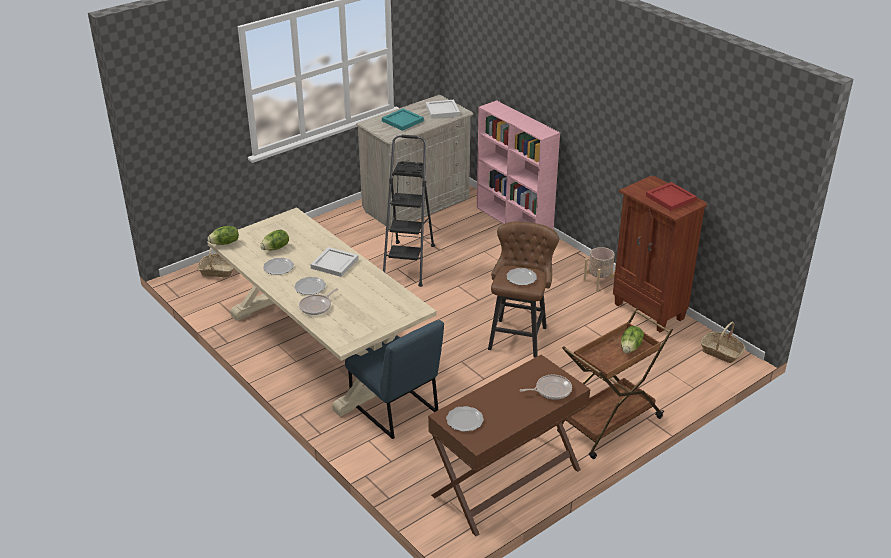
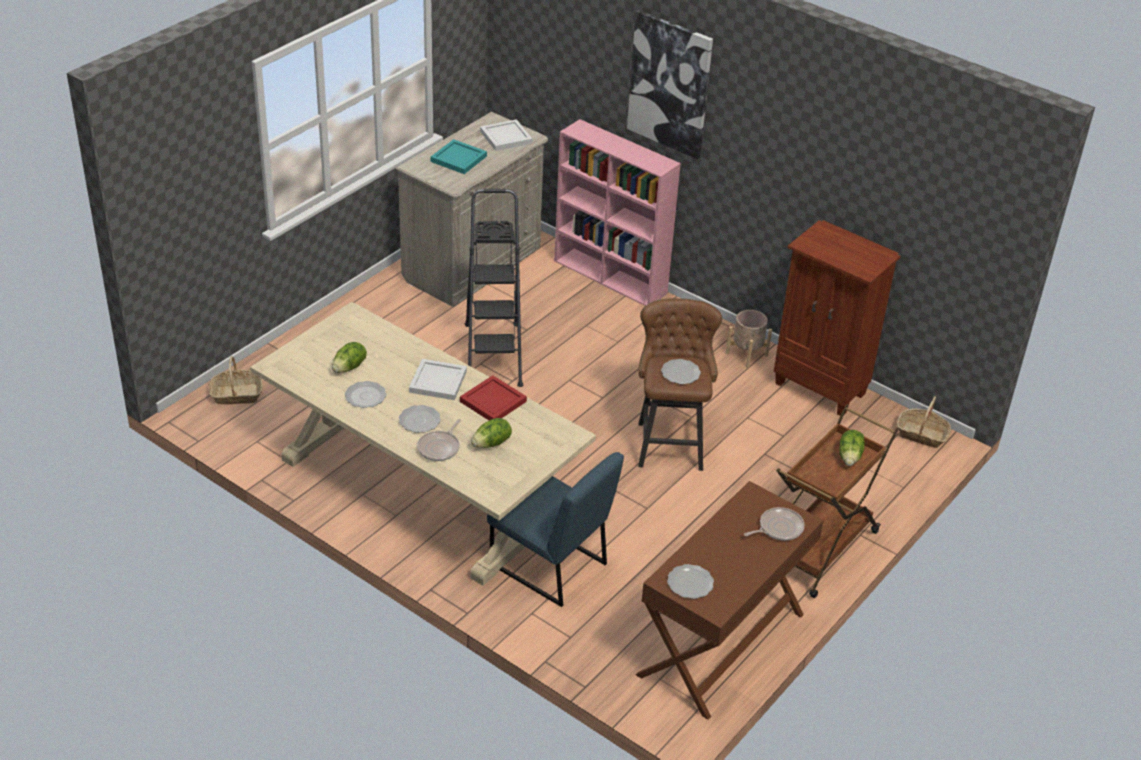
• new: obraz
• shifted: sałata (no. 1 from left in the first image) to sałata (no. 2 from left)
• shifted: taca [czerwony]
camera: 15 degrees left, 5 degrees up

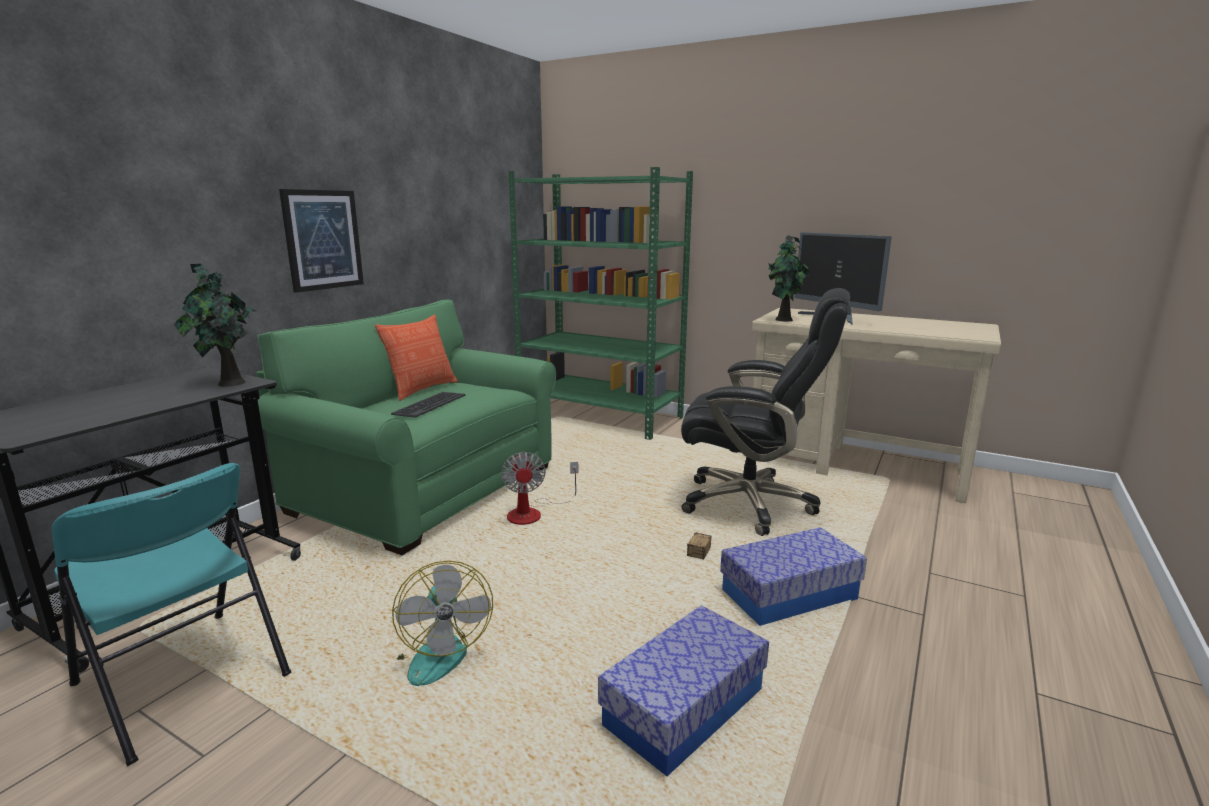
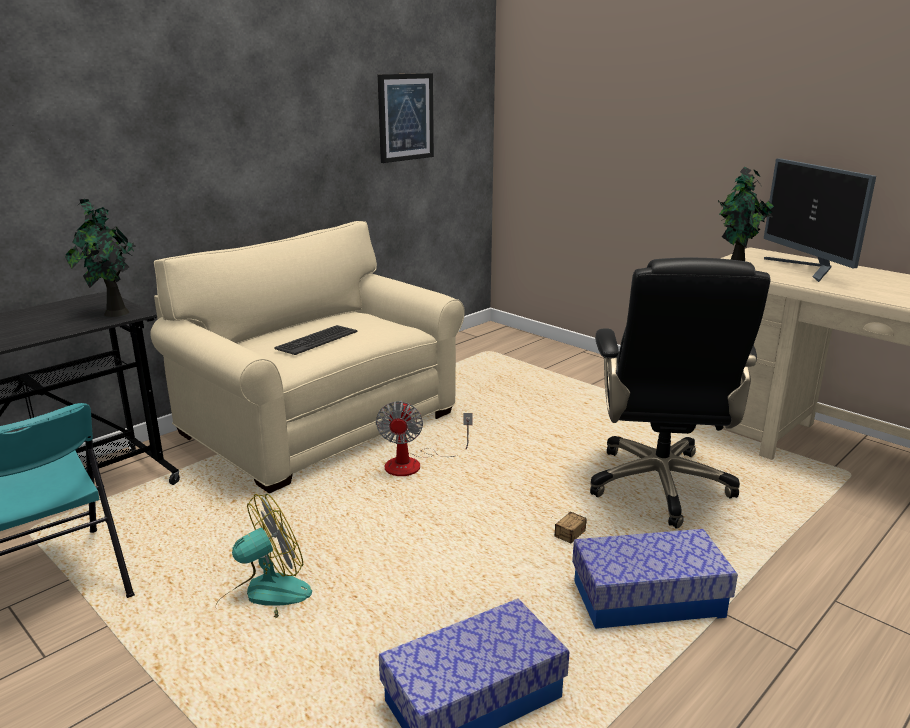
• gone: poduszka [pomarańczowy]
• gone: regał [zielony]
• shifted: obraz
• repainted: kanapa [zielony] to kanapa [beżowy]
• rotated: wentylator (no. 1 from left) 120 degrees counterclockwise
• rotated: krzesło biurowe [czarny] 60 degrees clockwise
camera: 15 degrees right, 5 degrees up

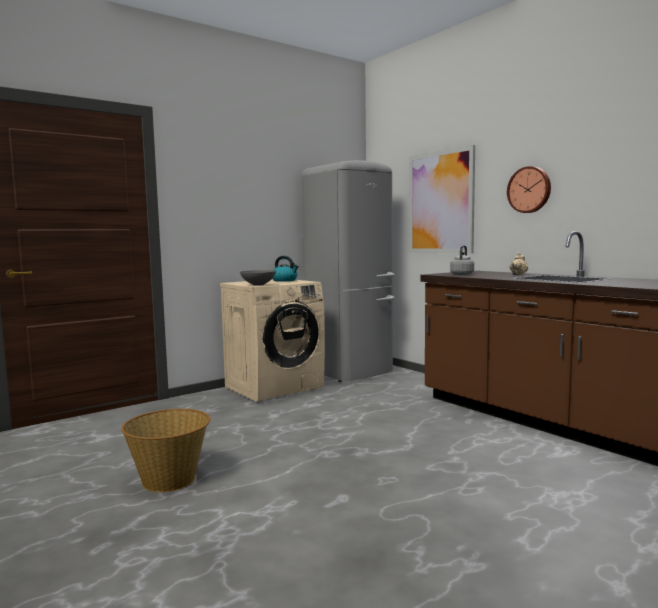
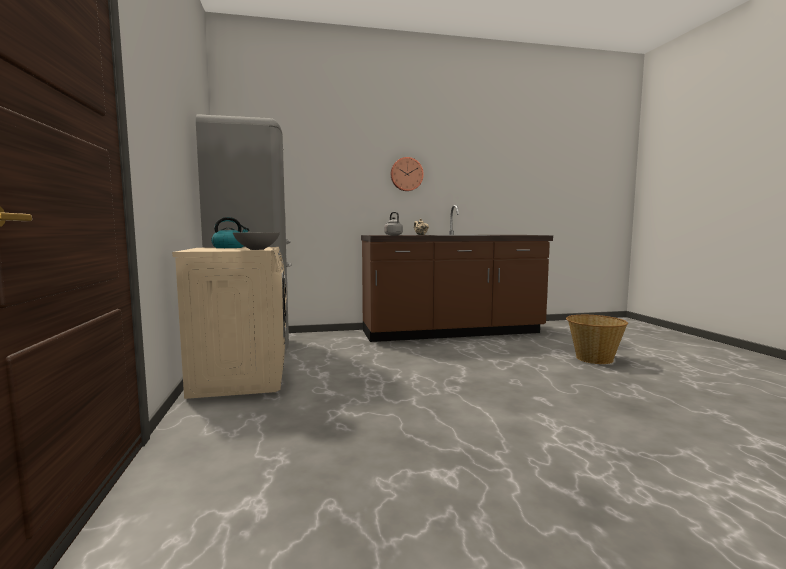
• gone: obraz
• shifted: koszyk
camera: 65 degrees left, 0 degrees up

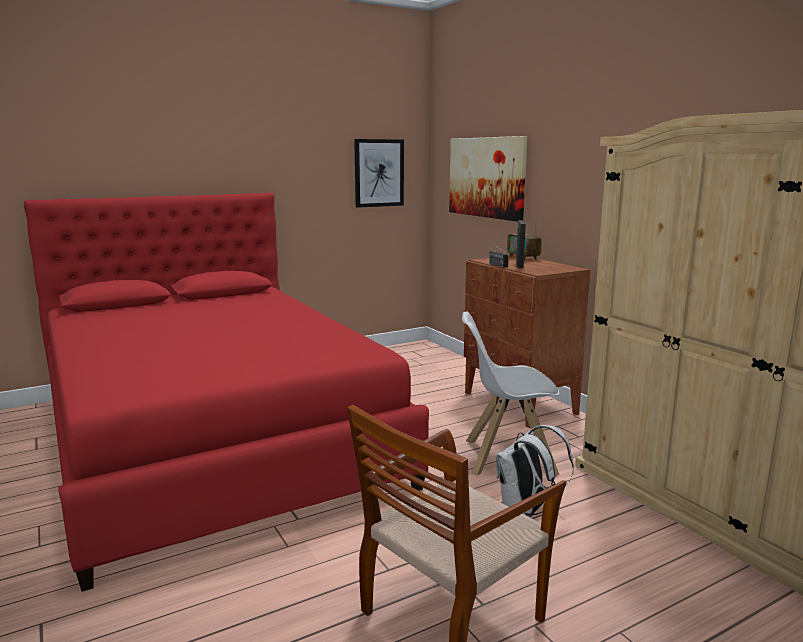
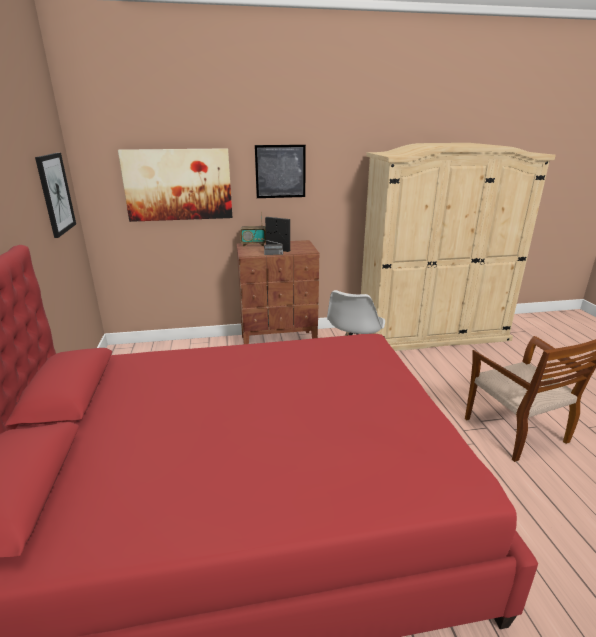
• gone: plecak [biały]
• new: obraz (no. 3 from left)
camera: 70 degrees left, 10 degrees up

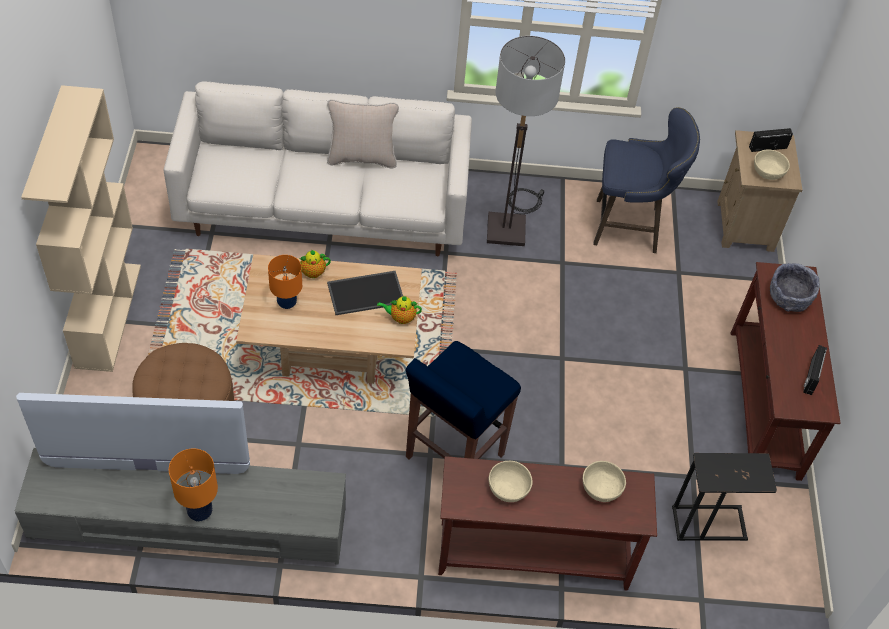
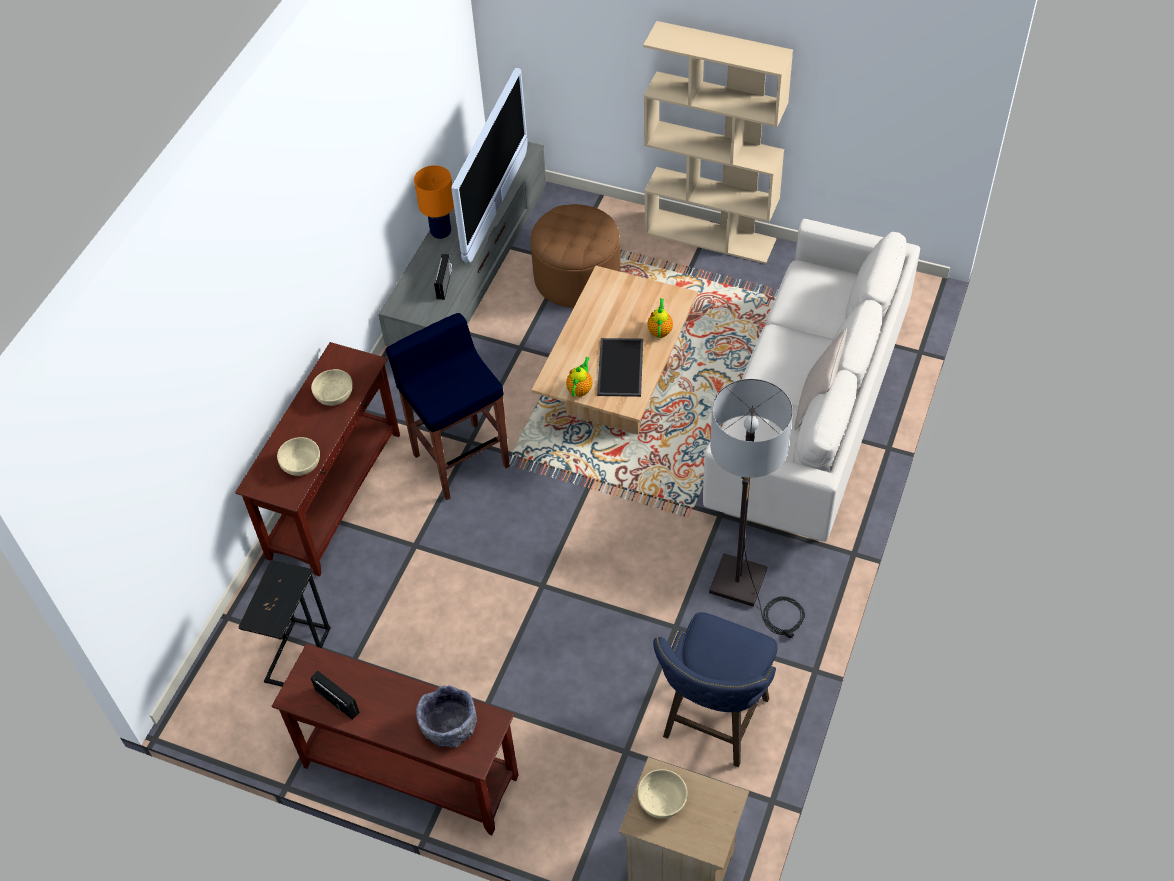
• gone: lampa stołowa [pomarańczowy] (no. 2 from left)
• shifted: radio (no. 1 from left in the first image) to radio (no. 2 from left)
camera: 115 degrees right, 0 degrees up

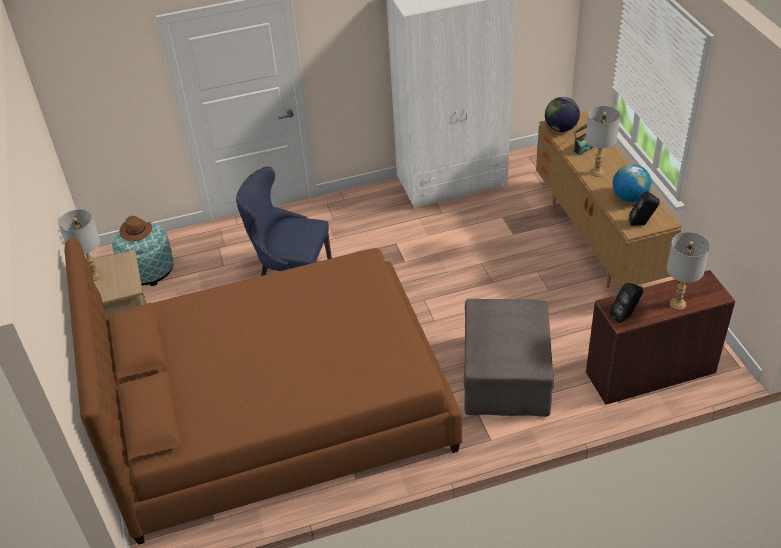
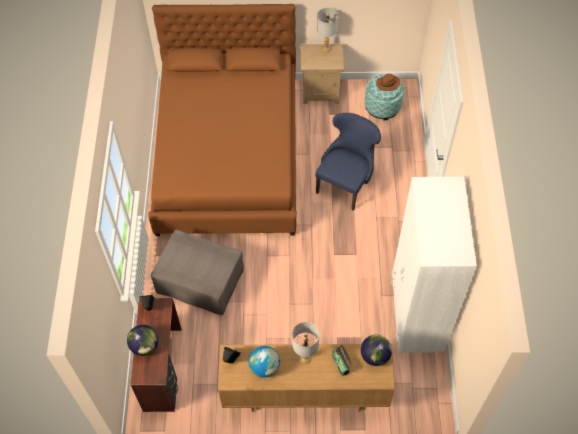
• swapped: lampa stołowa [szary] (no. 3 from left) to globus (no. 1 from left)
camera: 105 degrees right, 15 degrees up

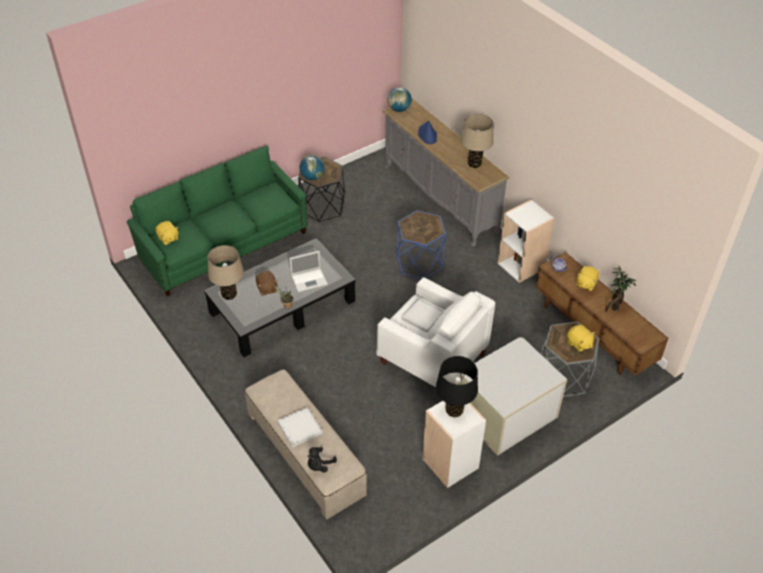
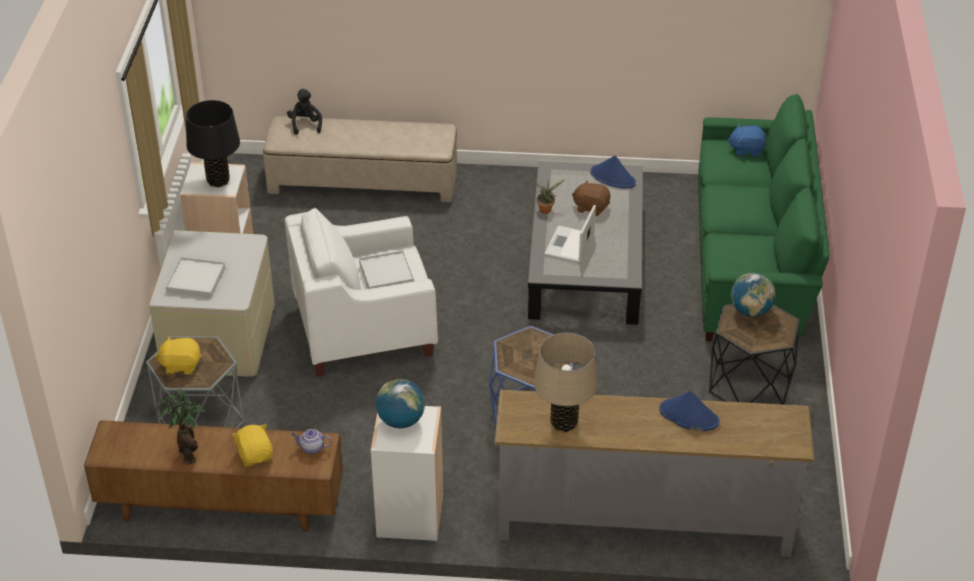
• shifted: taca [biały] (no. 1 from left)
• shifted: globus (no. 2 from left in the first image) to globus (no. 1 from left)
• swapped: lampa stołowa [beżowy] (no. 1 from left) to kapelusz [niebieski] (no. 1 from left)
• repainted: pluszak [żółty] (no. 1 from left) to pluszak [niebieski]
camera: 130 degrees right, 5 degrees down

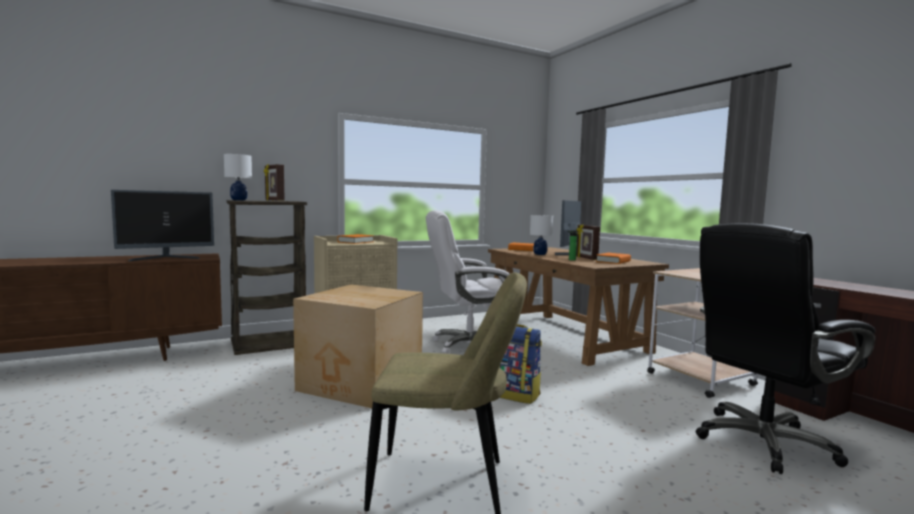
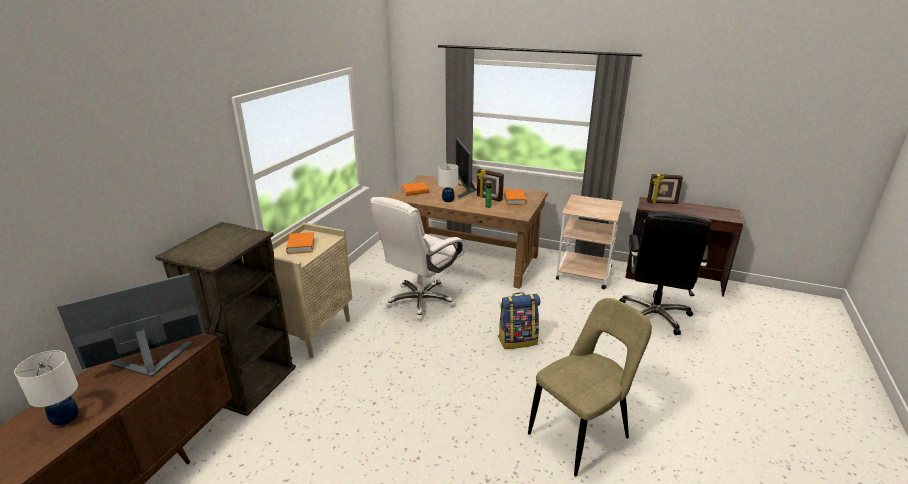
• gone: karton
• shifted: lampa stołowa [biały] (no. 1 from left)
• shifted: ramka na zdjęcie (no. 1 from left in the first image) to ramka na zdjęcie (no. 2 from left)
• rotated: monitor (no. 1 from left) 135 degrees counterclockwise
camera: 40 degrees left, 20 degrees up

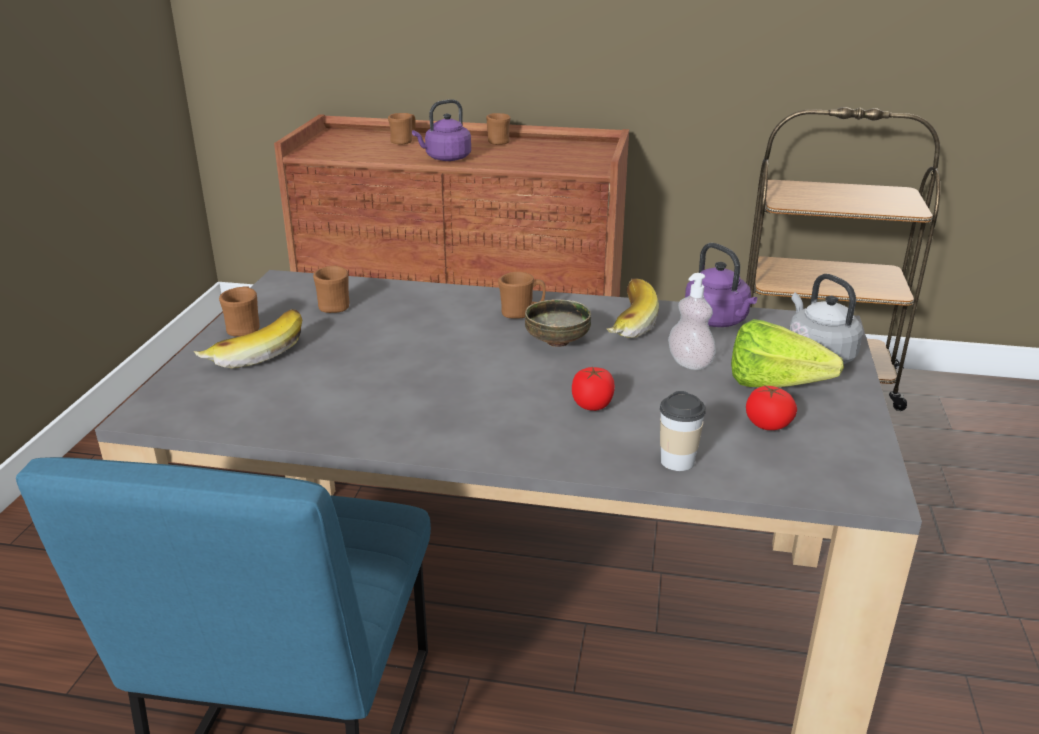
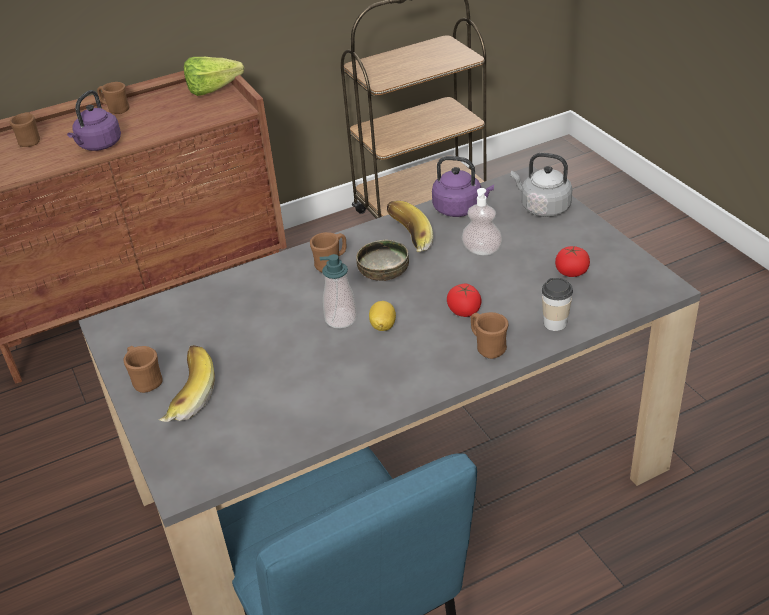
• new: dozownik mydła (no. 1 from left)
• new: cytryna
• shifted: kubek [brązowy] (no. 2 from left in the first image) to kubek [brązowy] (no. 5 from left)
• shifted: sałata
camera: 35 degrees left, 10 degrees up

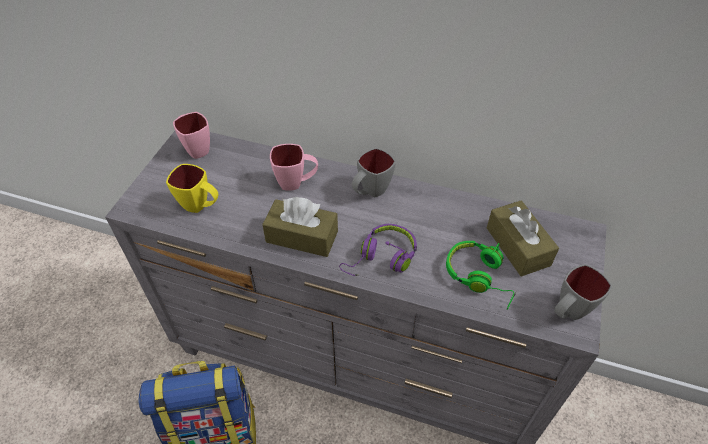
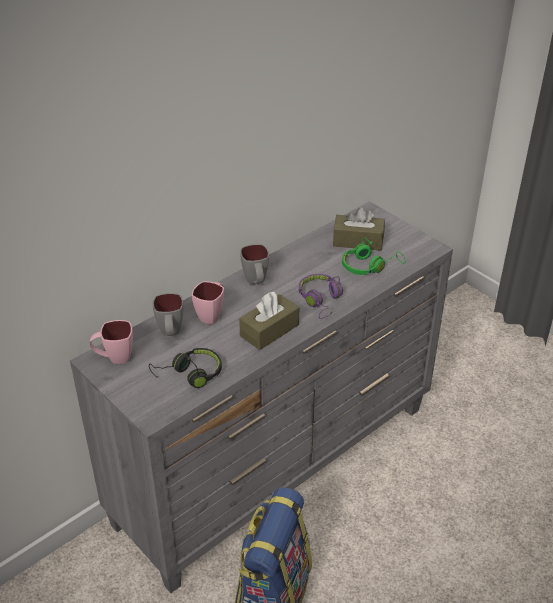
• shifted: kubek [szary] (no. 2 from left in the first image) to kubek [szary] (no. 1 from left)
• swapped: kubek [żółty] to słuchawki [czarny]
camera: 60 degrees left, 10 degrees down

